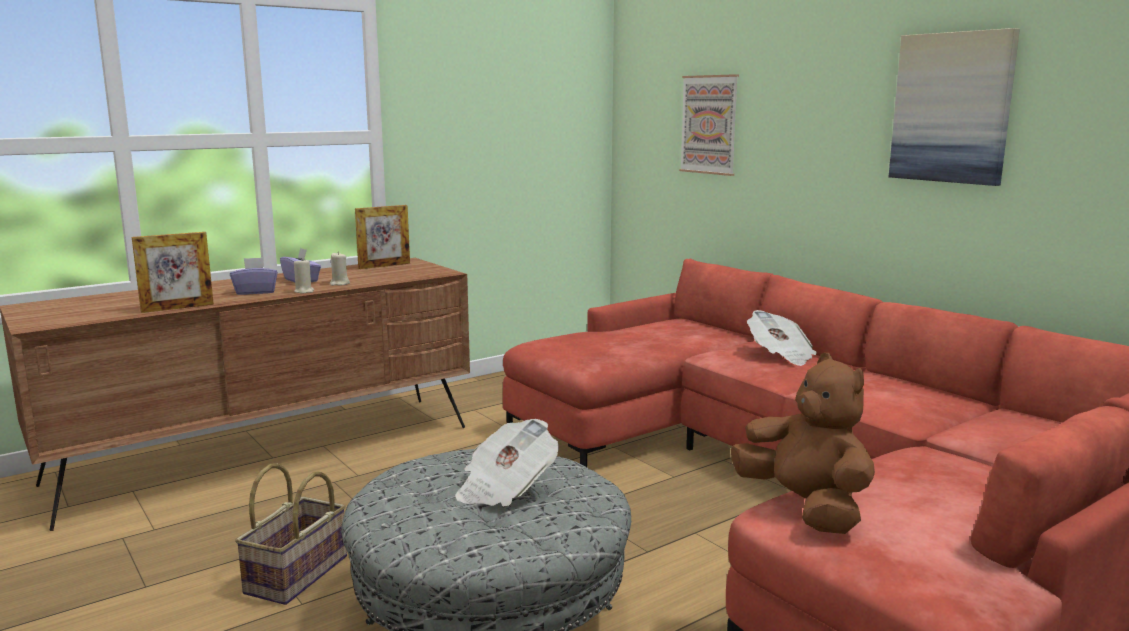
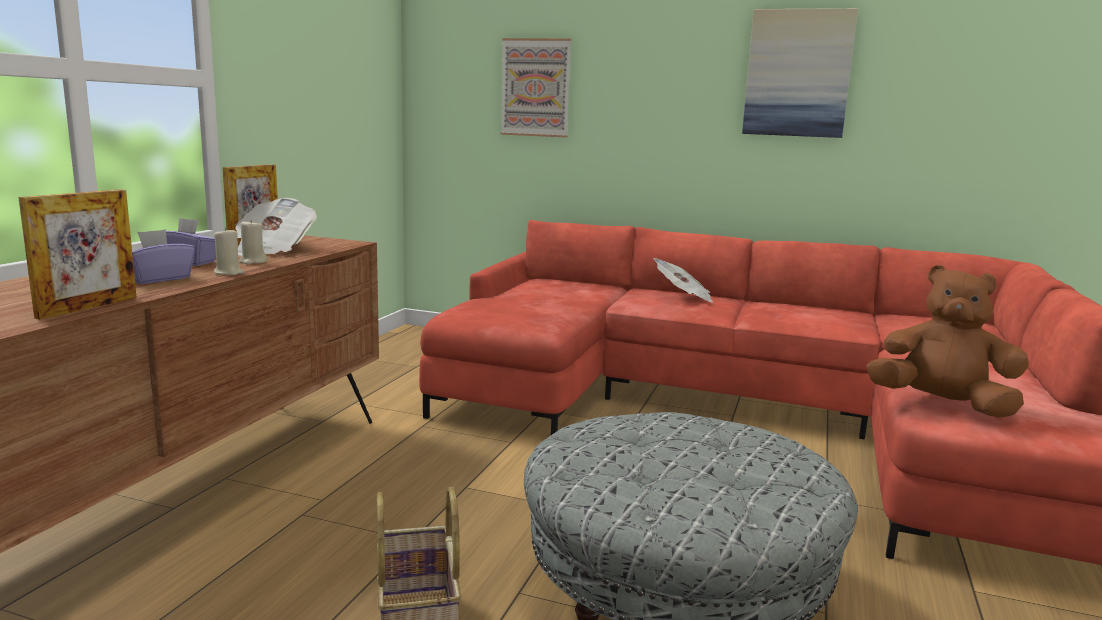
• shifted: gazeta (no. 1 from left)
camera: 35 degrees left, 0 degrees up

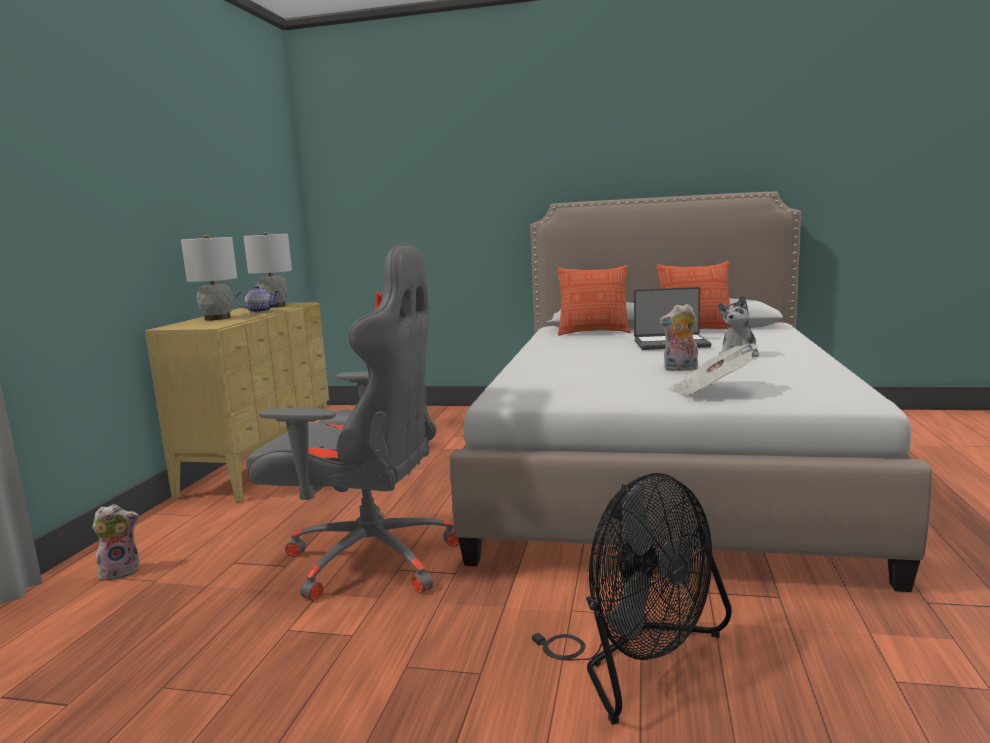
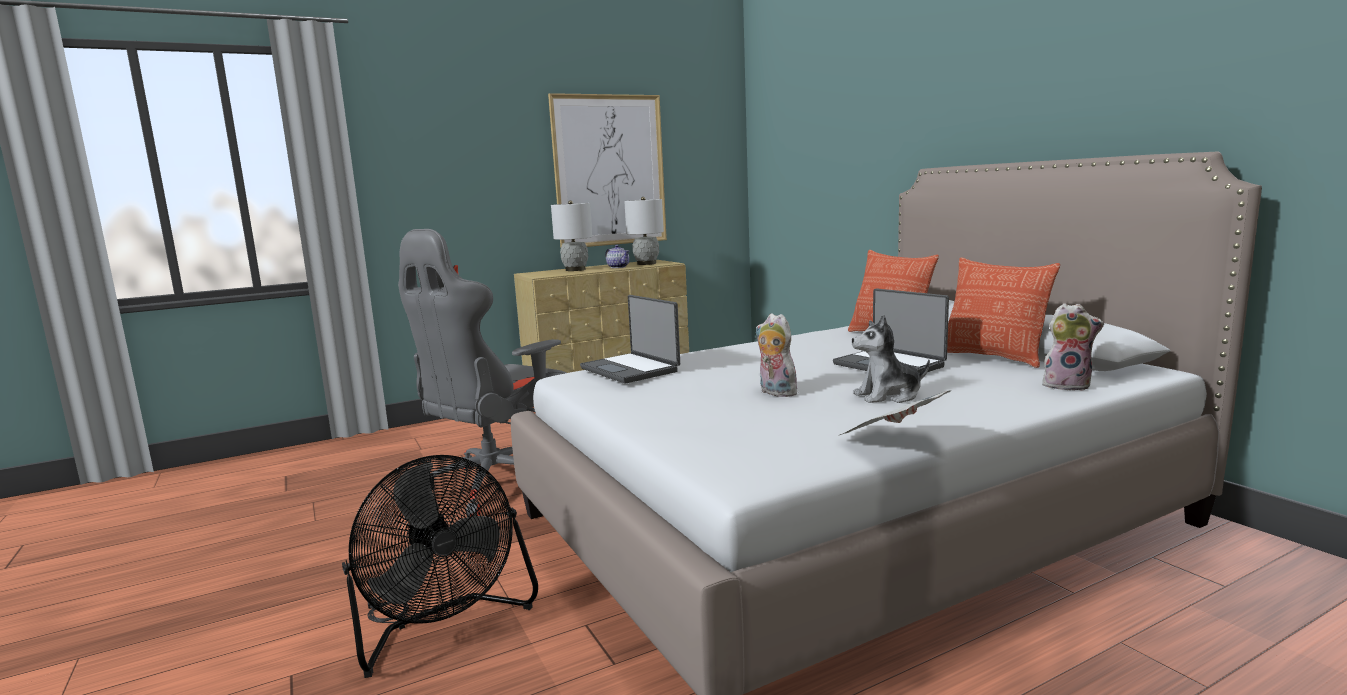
• new: obraz
• new: laptop (no. 1 from left)
• shifted: pluszak (no. 1 from left in the first image) to pluszak (no. 3 from left)
• shifted: gazeta
• rotated: krzesło biurowe [szary] 60 degrees clockwise
• rotated: wentylator [czarny] 45 degrees counterclockwise
camera: 50 degrees right, 0 degrees up

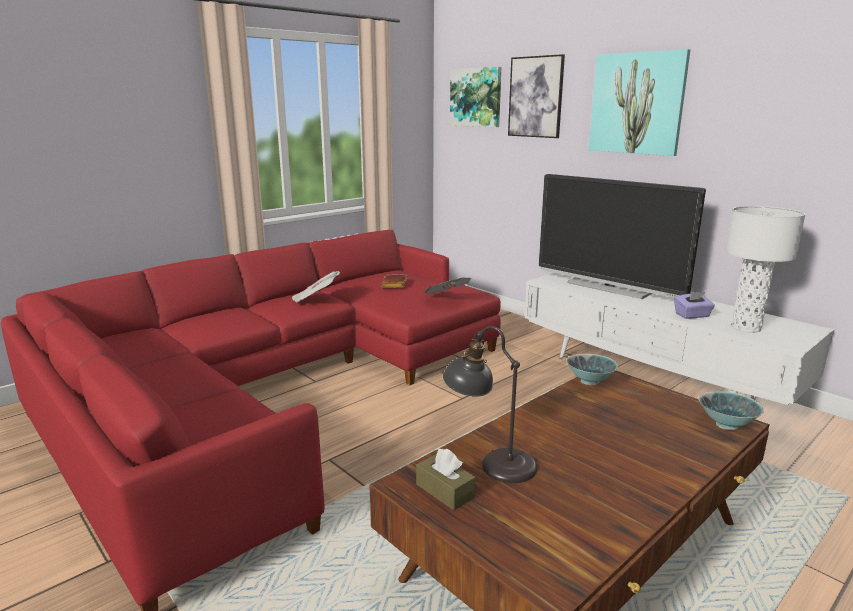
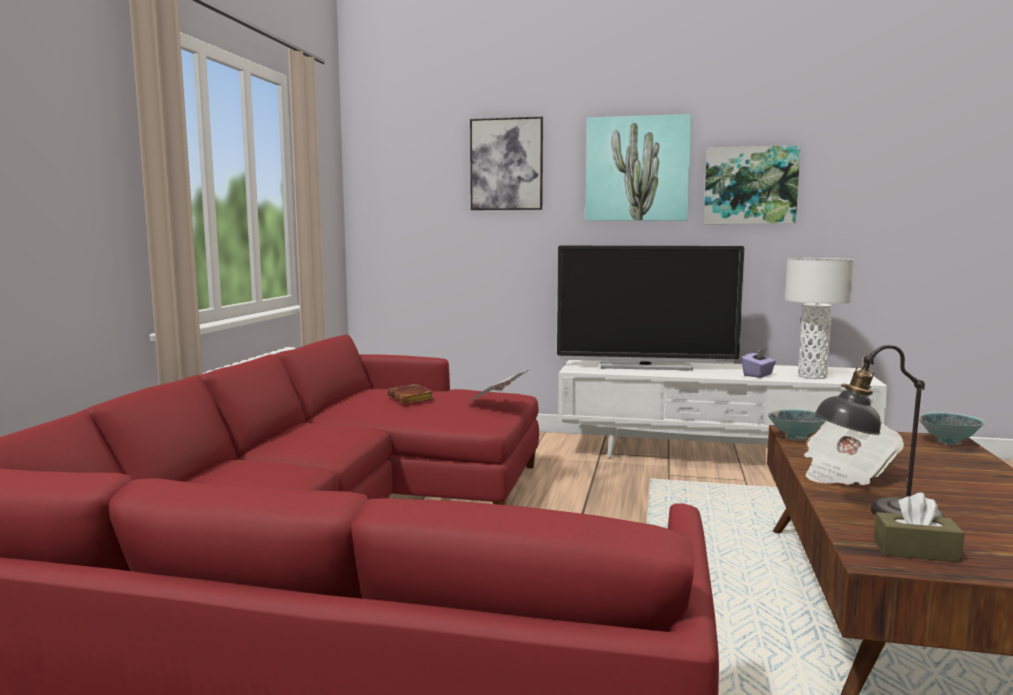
• shifted: gazeta (no. 1 from left in the first image) to gazeta (no. 2 from left)
• shifted: obraz (no. 1 from left in the first image) to obraz (no. 3 from left)
camera: 35 degrees left, 10 degrees down

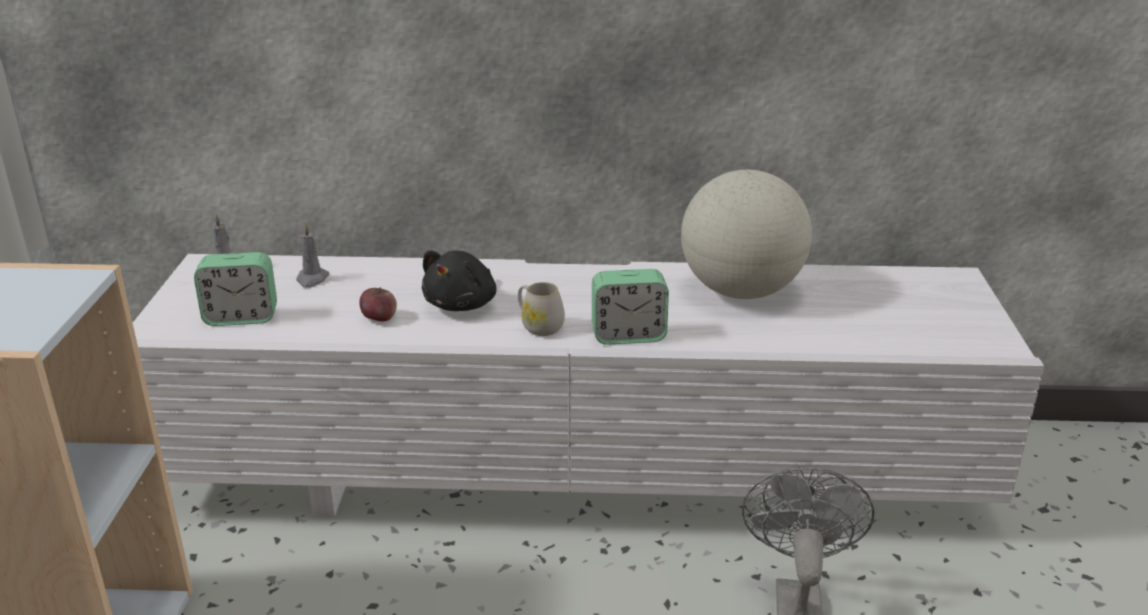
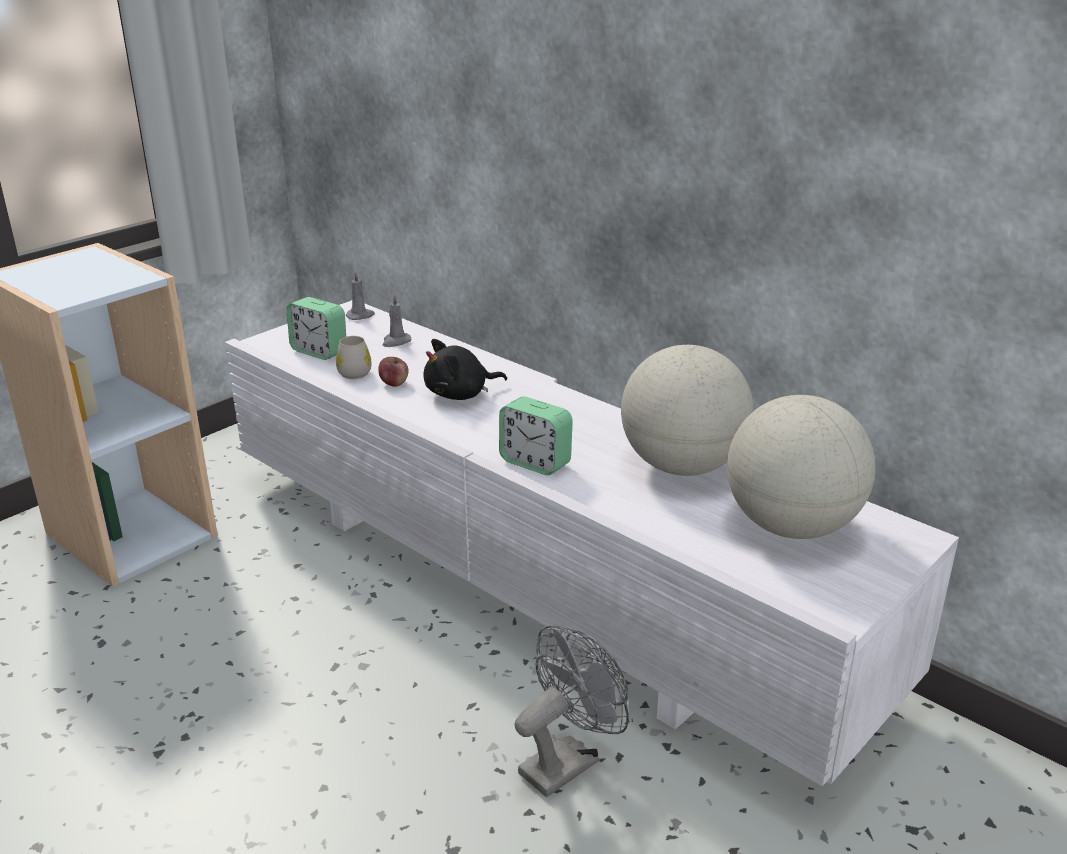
• new: globus (no. 2 from left)
• shifted: kubek [biały]
camera: 40 degrees right, 0 degrees up

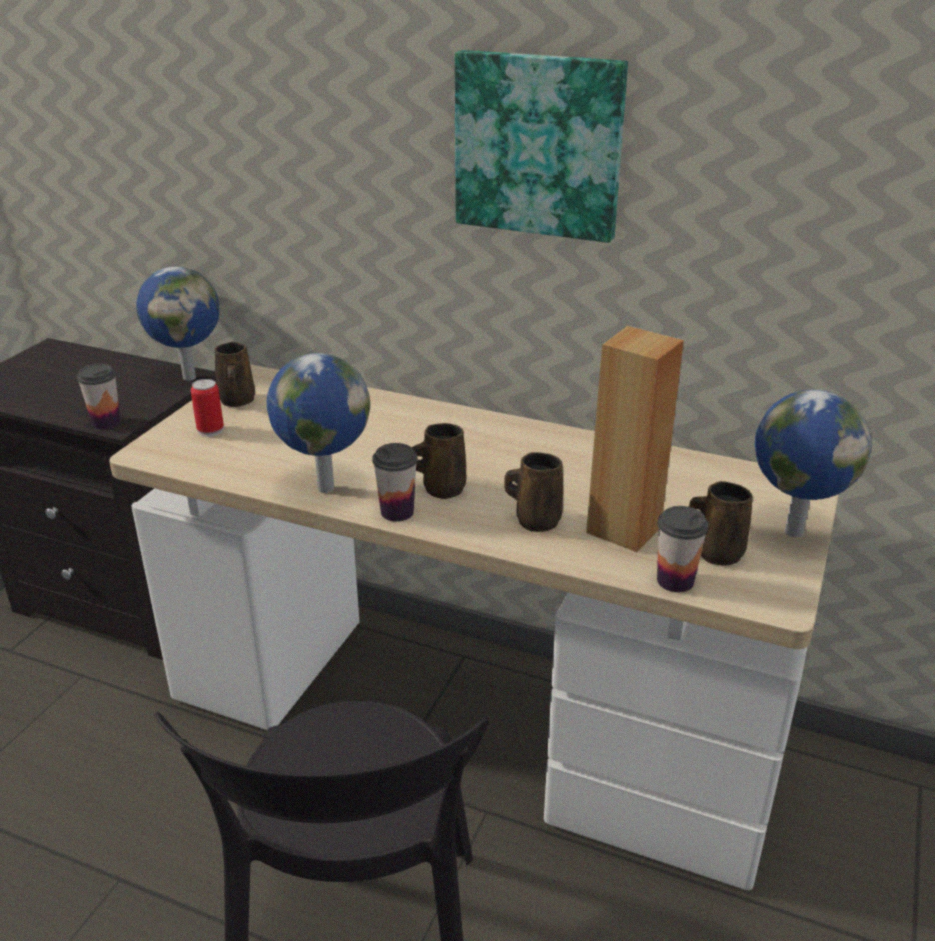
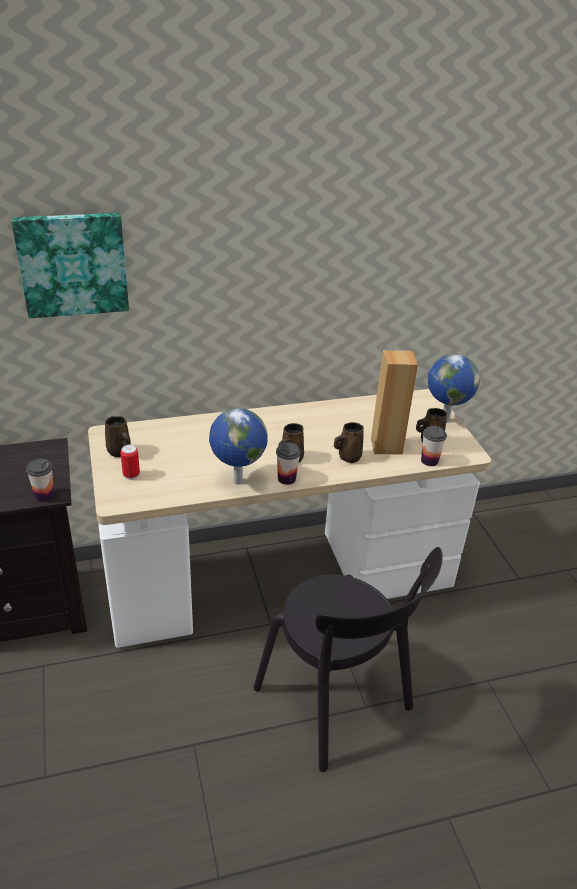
• gone: globus (no. 1 from left)
• shifted: obraz
camera: 40 degrees left, 5 degrees up

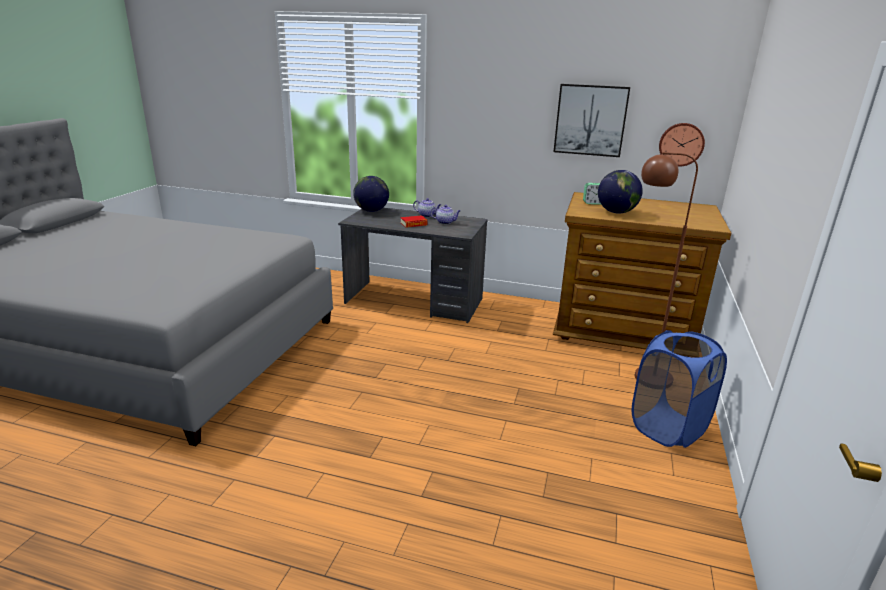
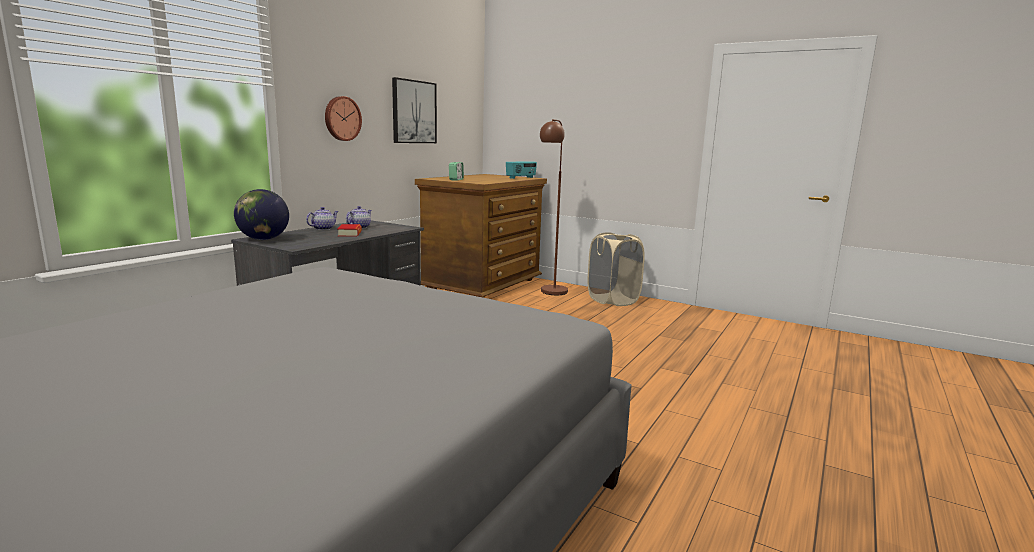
• gone: globus (no. 2 from left)
• new: radio
• shifted: zegar ścienny
• repainted: kosz na pranie [niebieski] to kosz na pranie [beżowy]
camera: 75 degrees left, 10 degrees down

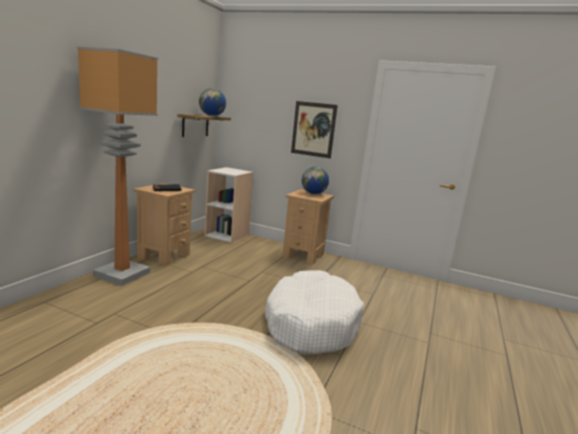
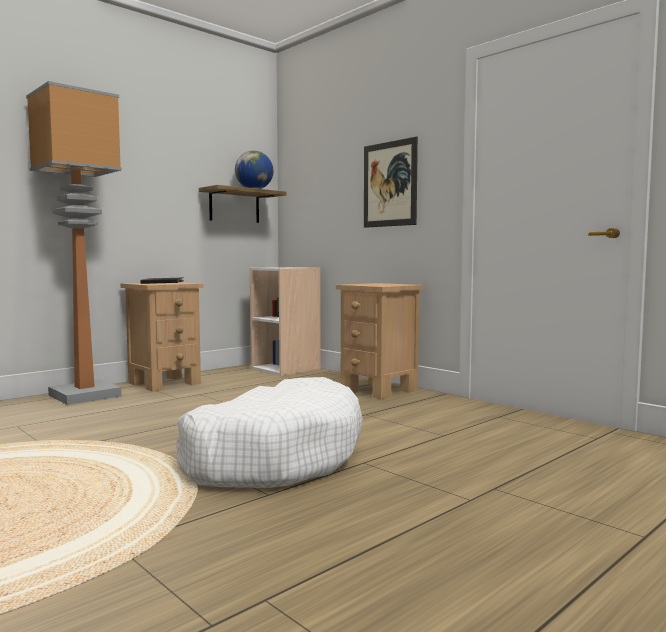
• gone: globus (no. 2 from left)
camera: 25 degrees right, 10 degrees down

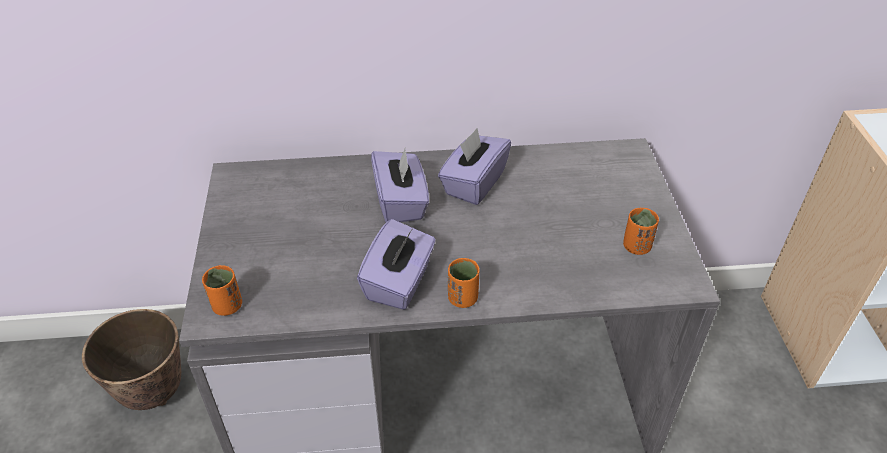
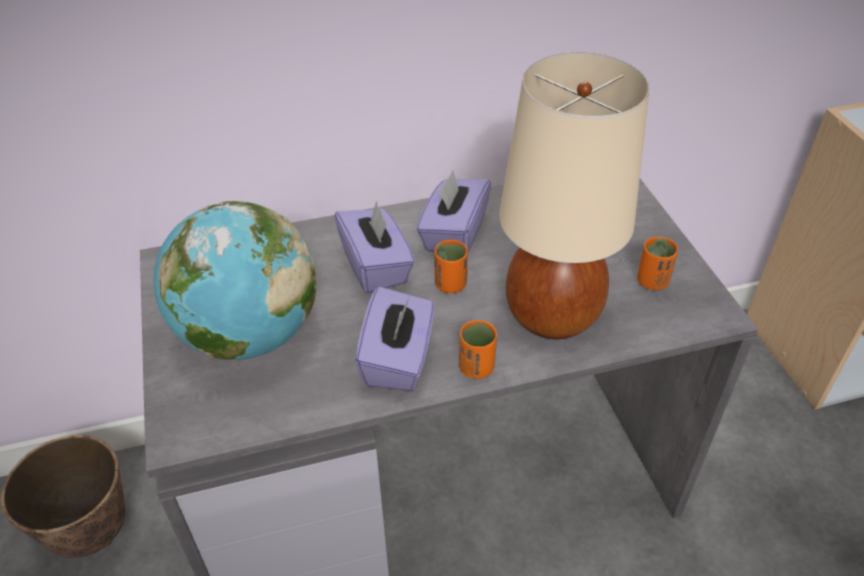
• new: globus
• new: lampa stołowa [beżowy]
• shifted: filiżanka [pomarańczowy] (no. 1 from left)
camera: 10 degrees left, 0 degrees up

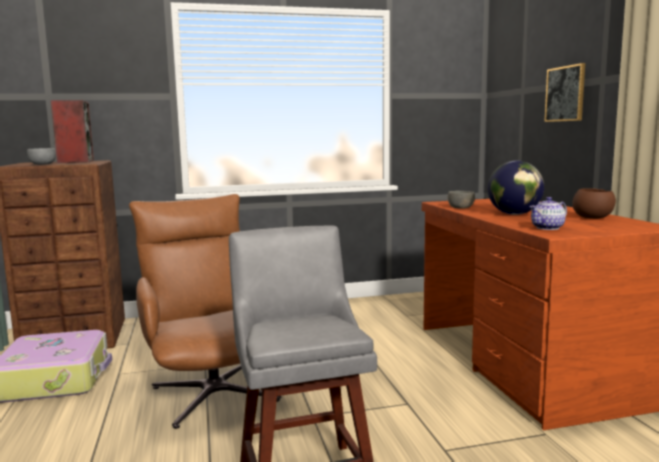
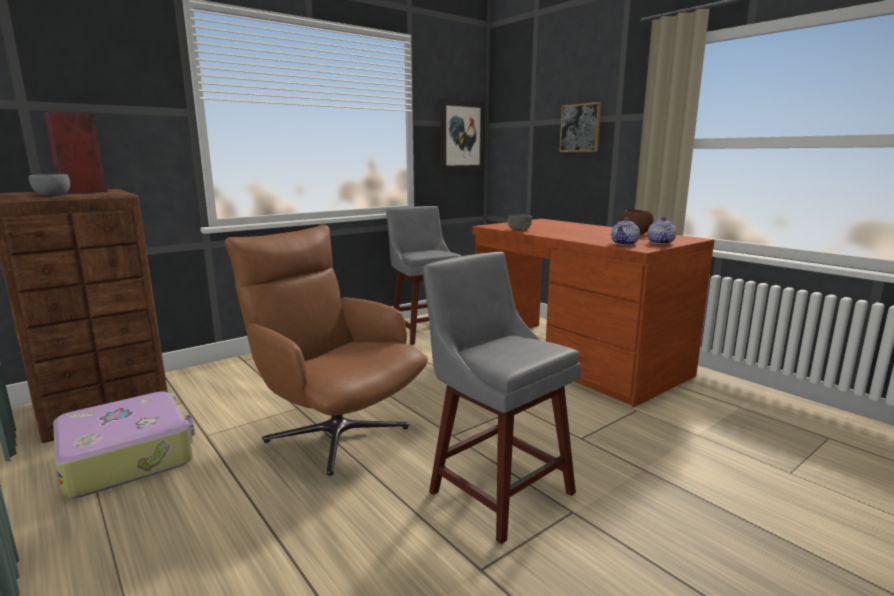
• gone: globus
• new: krzesło [szary] (no. 1 from left)
• new: obraz (no. 1 from left)
• new: imbryk (no. 2 from left)
camera: 25 degrees left, 5 degrees up

